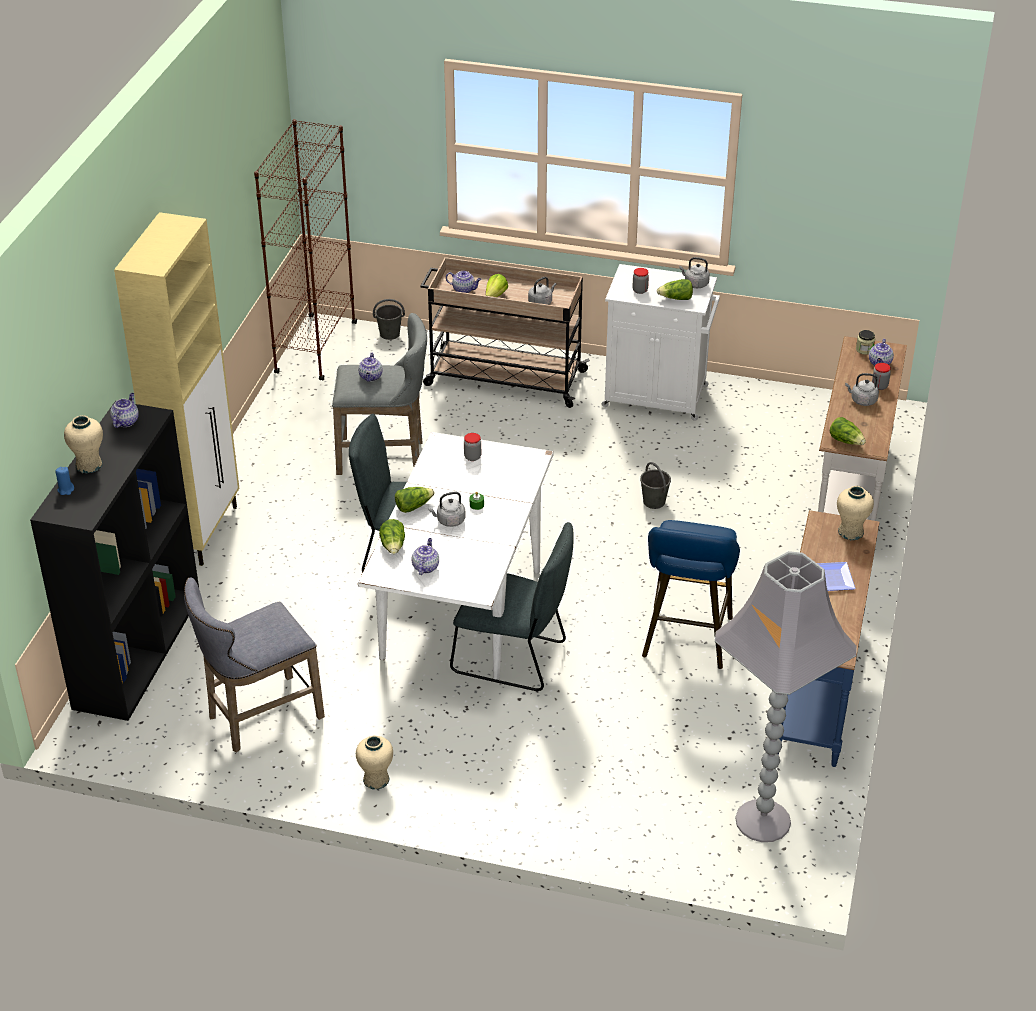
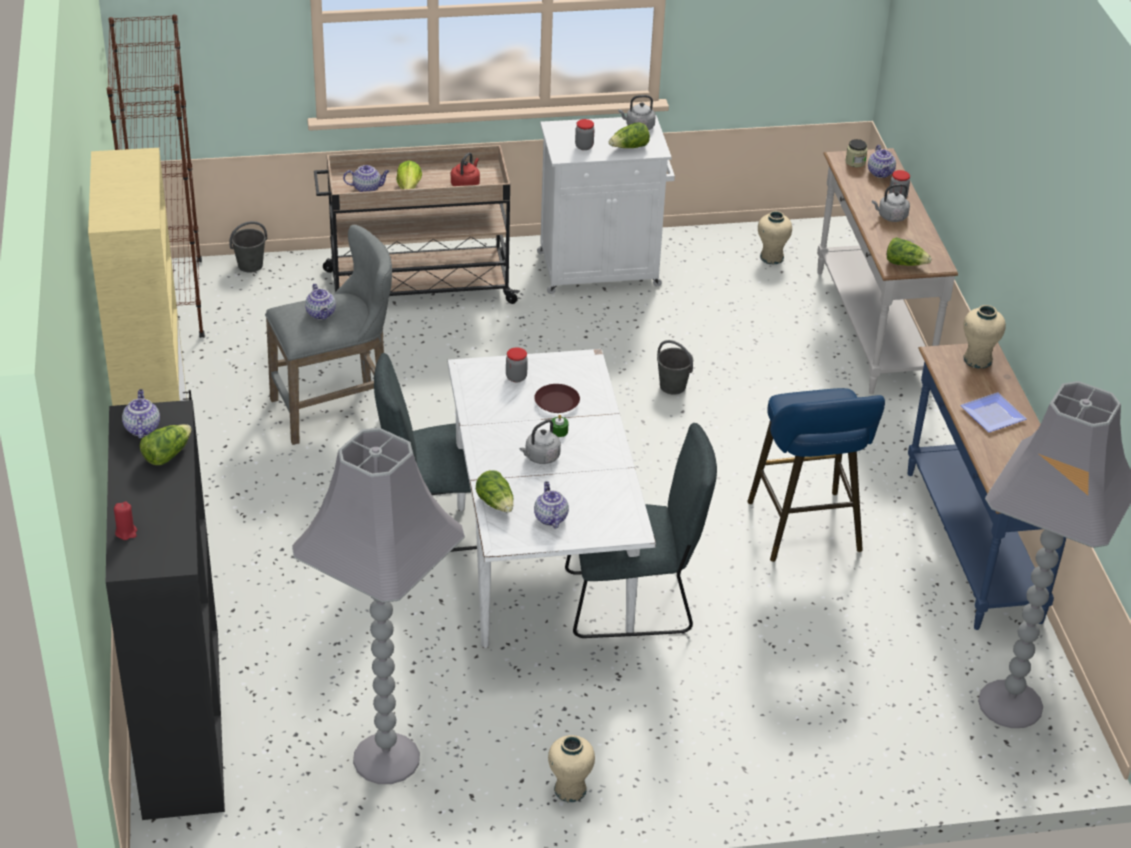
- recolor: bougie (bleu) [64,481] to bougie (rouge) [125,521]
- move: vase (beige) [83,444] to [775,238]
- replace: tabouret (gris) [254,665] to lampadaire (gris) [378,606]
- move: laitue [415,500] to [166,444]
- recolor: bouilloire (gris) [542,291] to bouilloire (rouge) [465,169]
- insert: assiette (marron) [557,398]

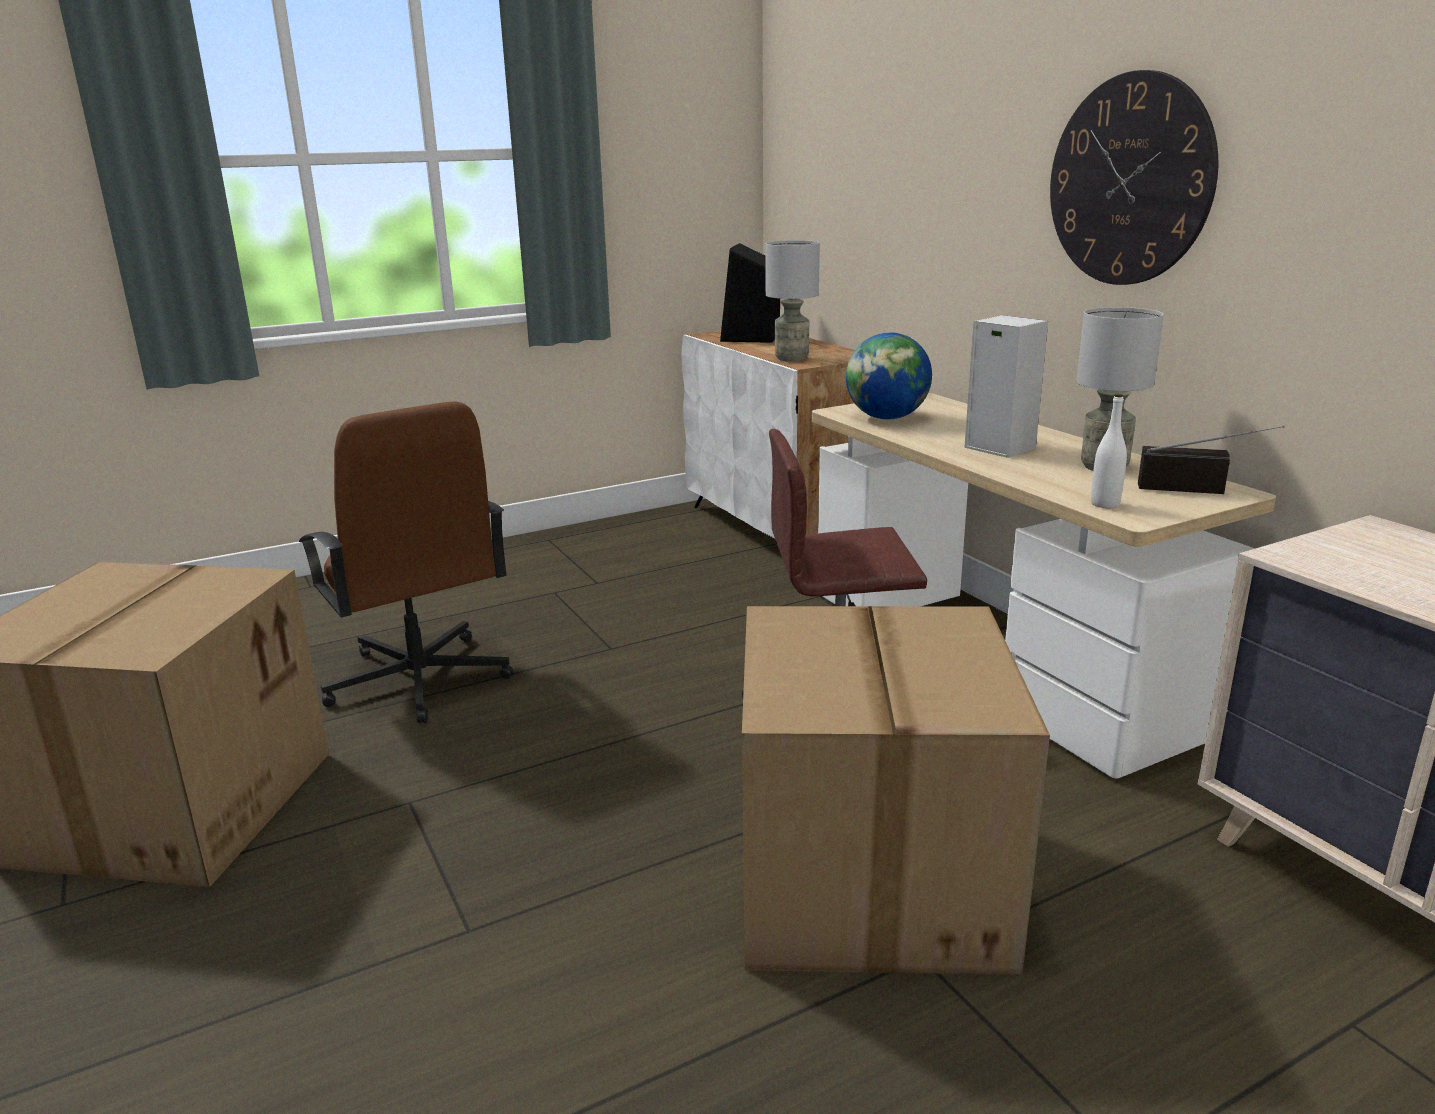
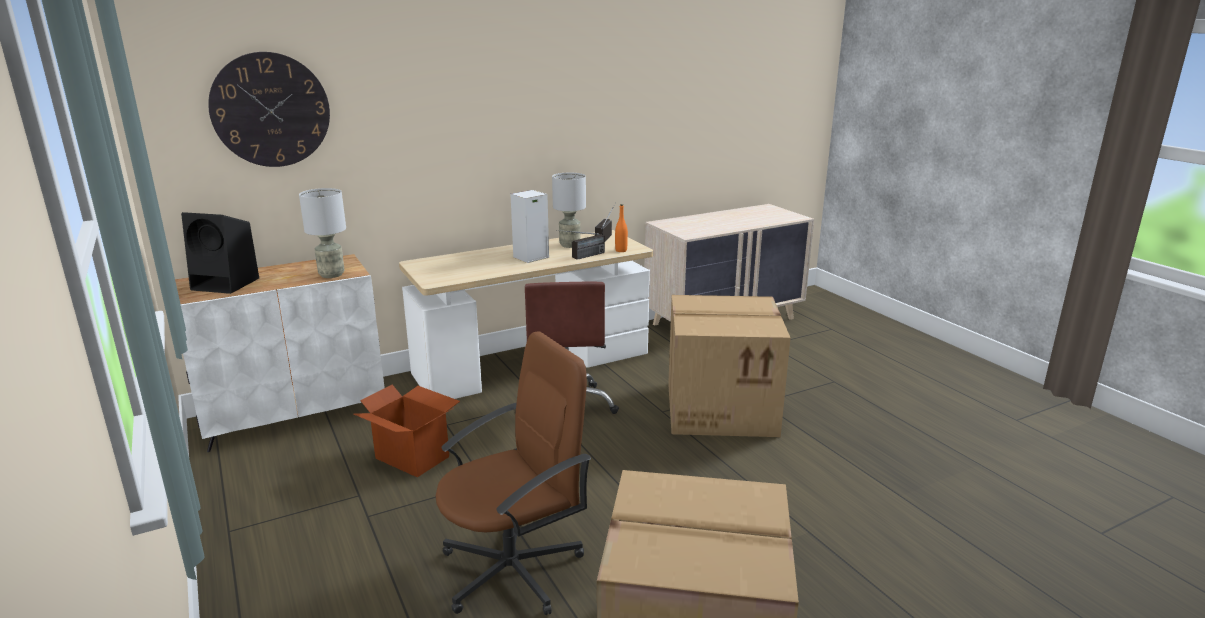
- delete: globe [889,376]
- move: horloge murale [1134,177] to [269,109]
- recolor: bouteille (blanc) [1109,451] to bouteille (orange) [621,228]
- insert: carton [407,431]
- insert: radio [580,245]

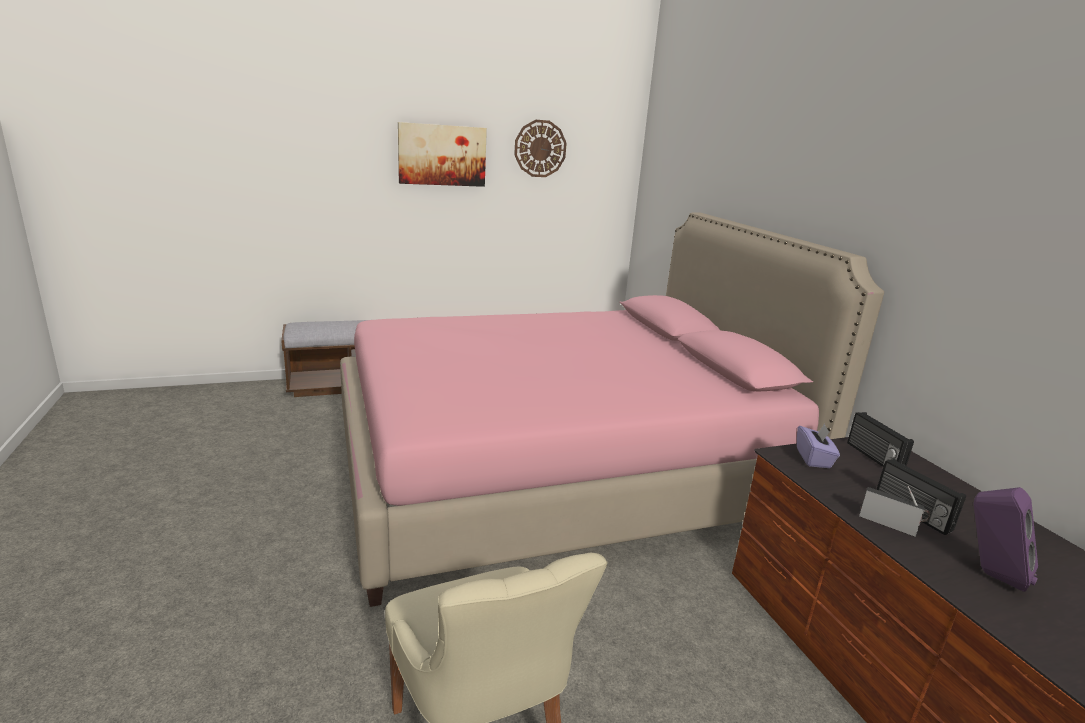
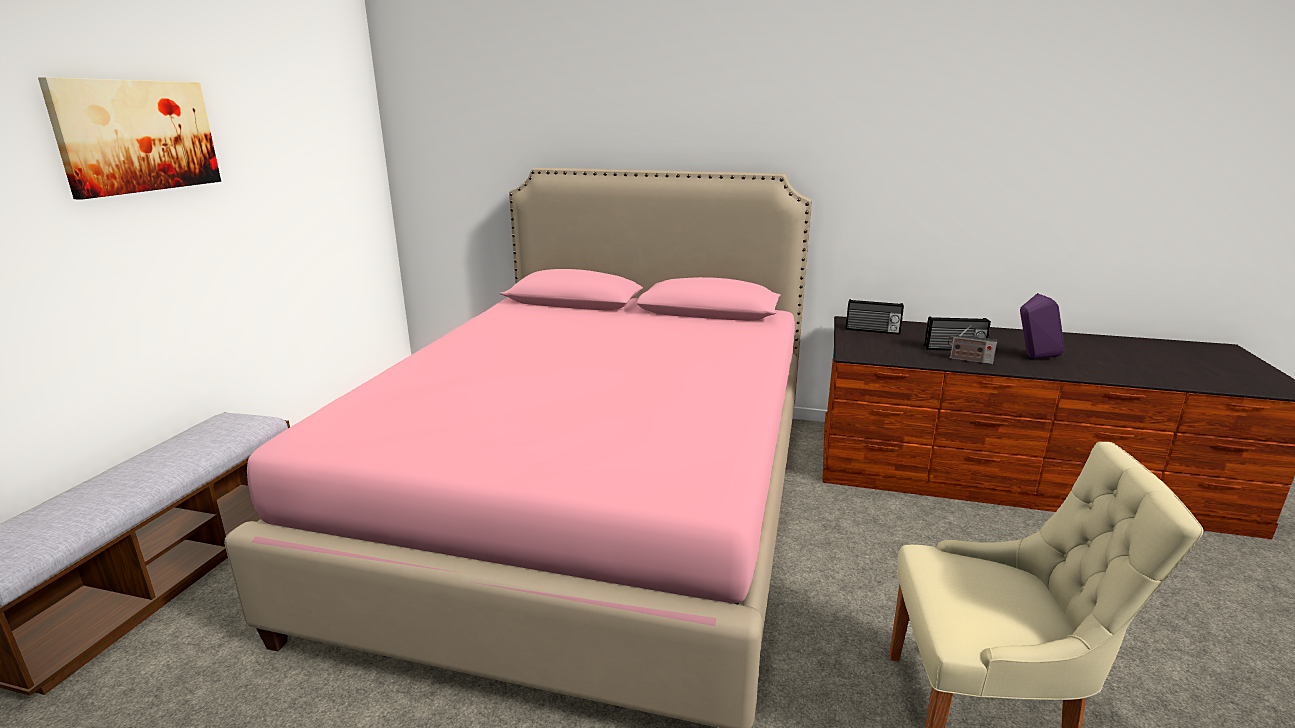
- delete: horloge murale [540,148]
- delete: boîte à mouchoirs (violet) [818,445]
- rotate: radio [894,511] = [972,344] 135 degrees counterclockwise

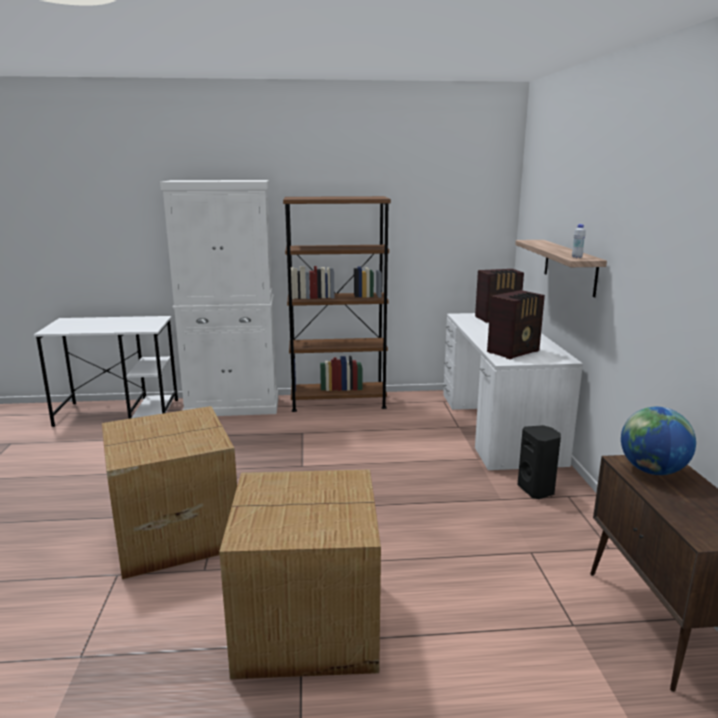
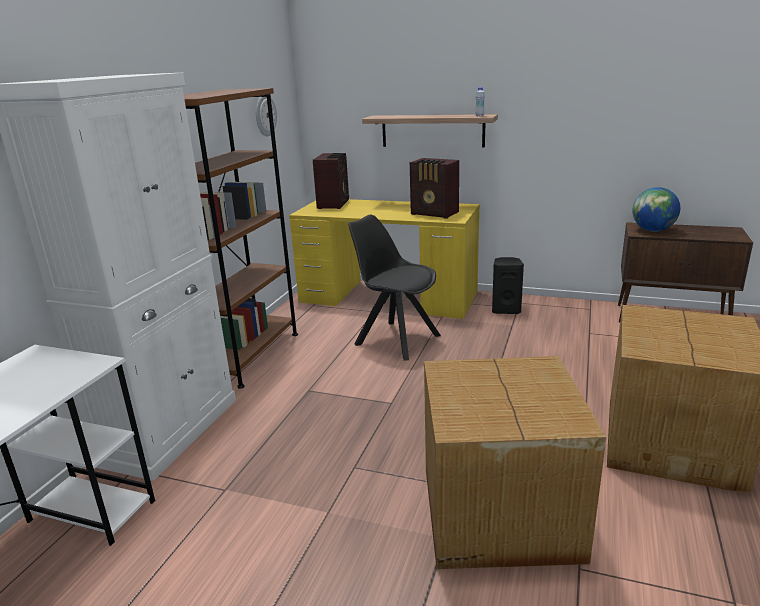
- recolor: bureau (blanc) [513,391] to bureau (jaune) [384,259]
- rotate: radio [516,324] = [434,188] 135 degrees clockwise
- insert: horloge murale [266,117]
- insert: chaise (noir) [394,288]

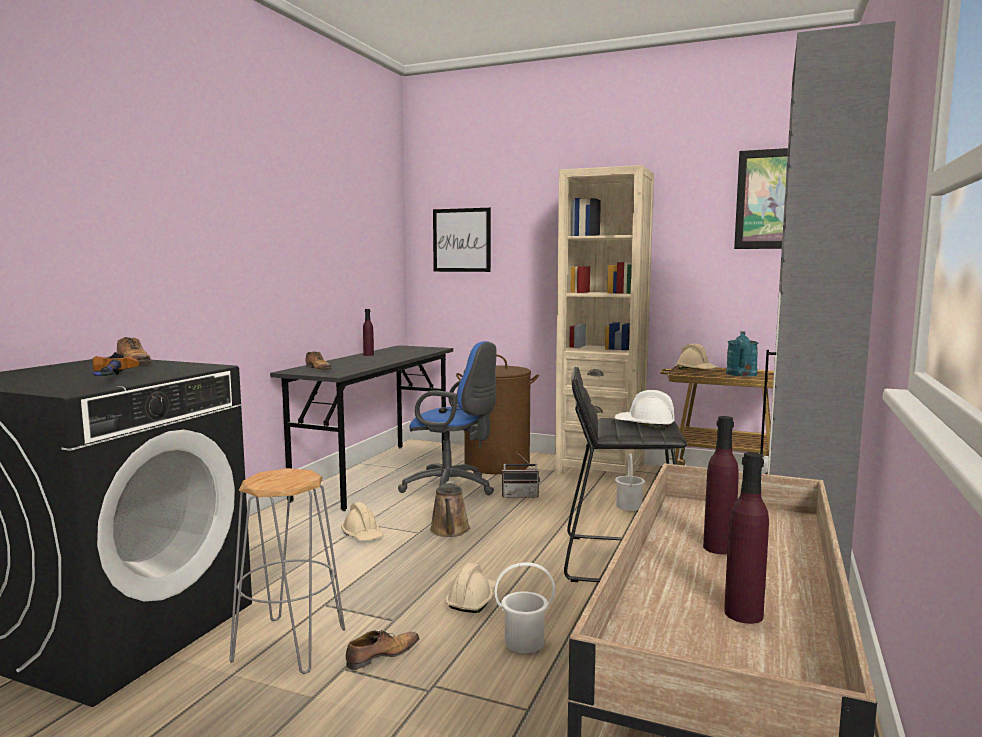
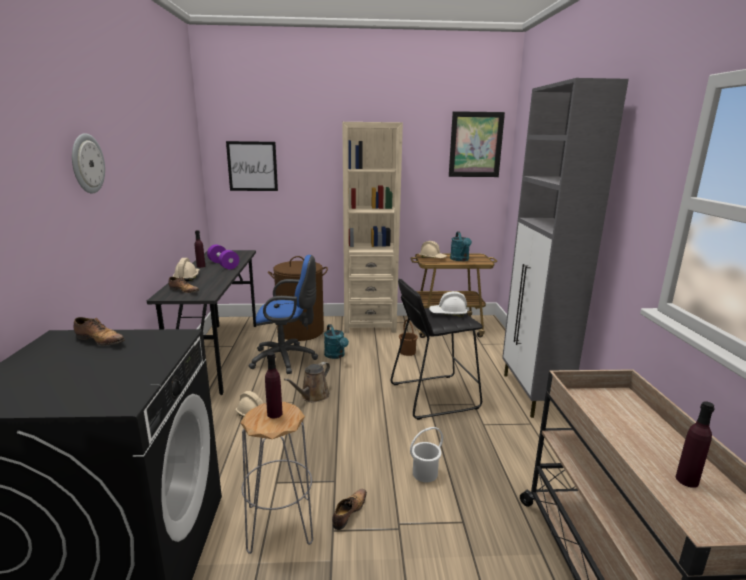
- delete: marteau [116,364]
- rotate: arrosoir (marron) [450,509] = [307,382] 60 degrees clockwise
- move: casque de chantier (beige) [471,588] to [186,269]
- replace: radio [521,475] to arrosoir (turquoise) [336,341]
- recolor: seau (blanc) [630,482] to seau (marron) [408,338]
- move: bouteille (violet) [721,485] to [274,385]
- insert: horloge murale [88,163]
- insert: haltère (violet) [223,257]

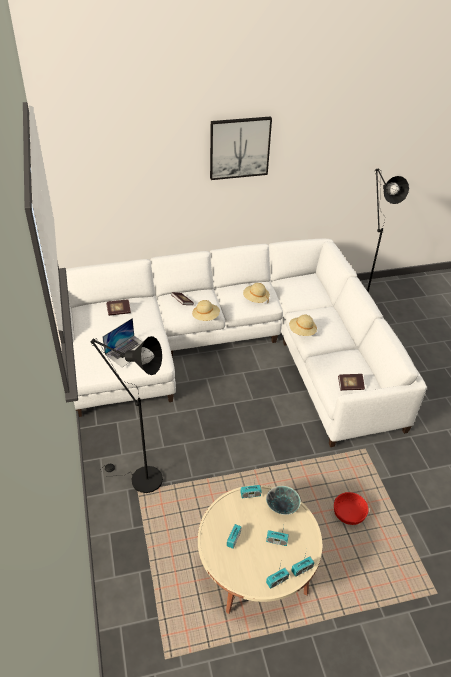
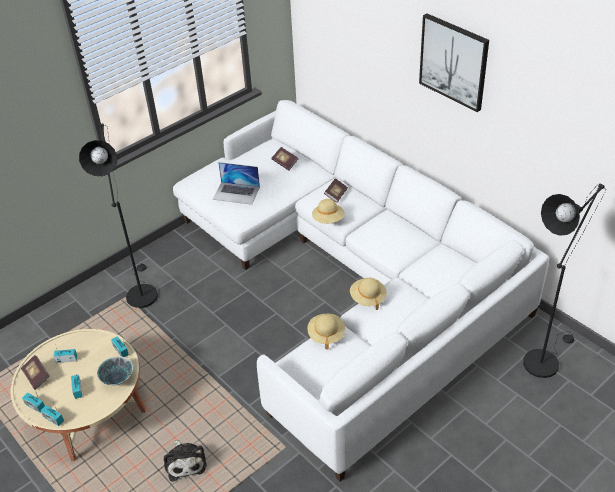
- move: chapeau (beige) [256,293] to [326,332]
- replace: bol (rouge) [351,508] to peluche [185,461]
- move: livre [351,382] to [35,372]

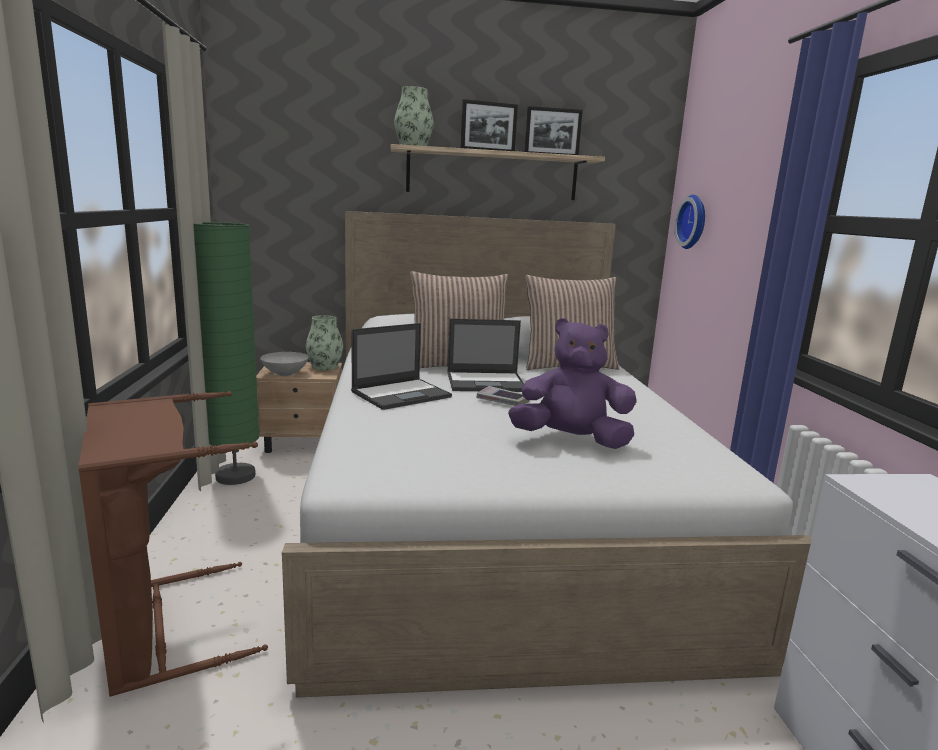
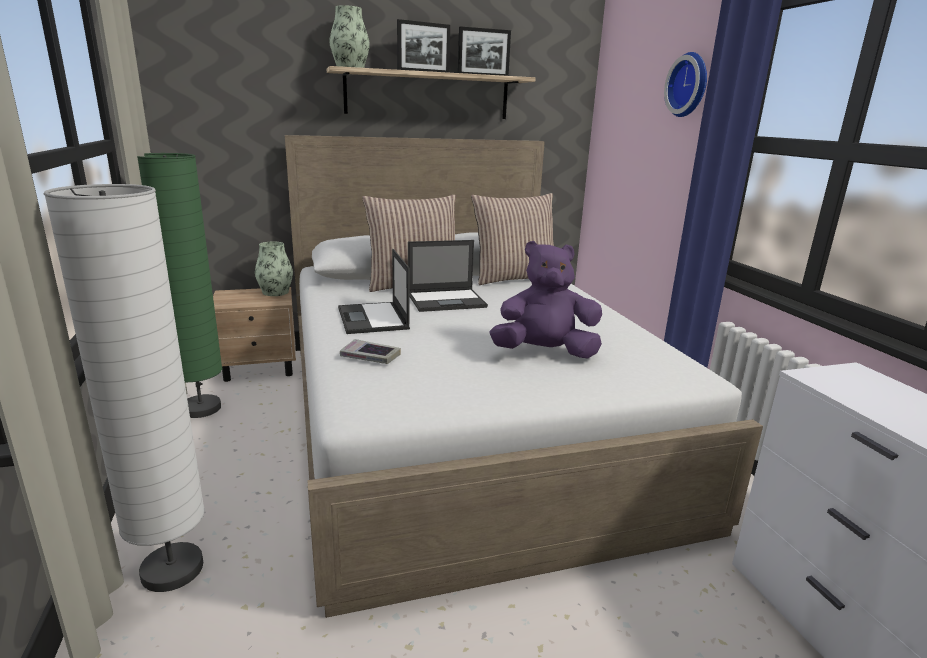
- replace: panier à linge (marron) [173,544] to lampadaire (blanc) [124,388]
- delete: bol (gris) [284,364]
- rotate: ordinateur portable [401,366] = [374,291] 120 degrees clockwise
- move: livre [503,396] to [370,351]
- move: horloge murale [689,222] to [685,84]

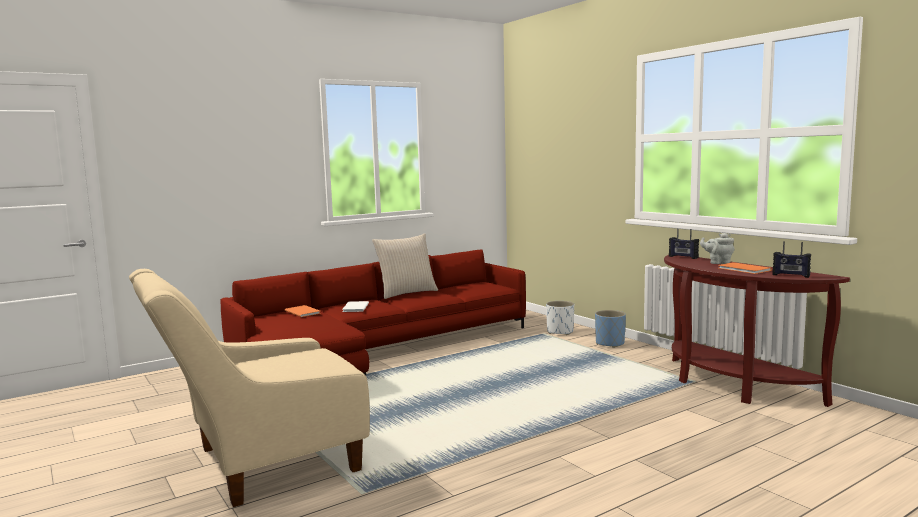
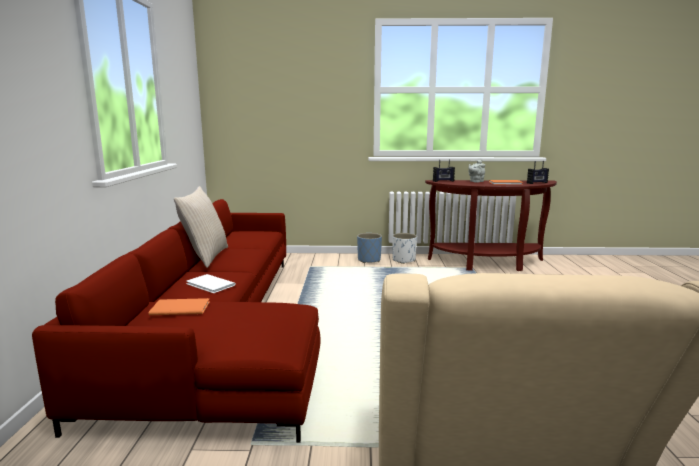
- move: cache-pot (blanc) [560,318] to [404,248]

